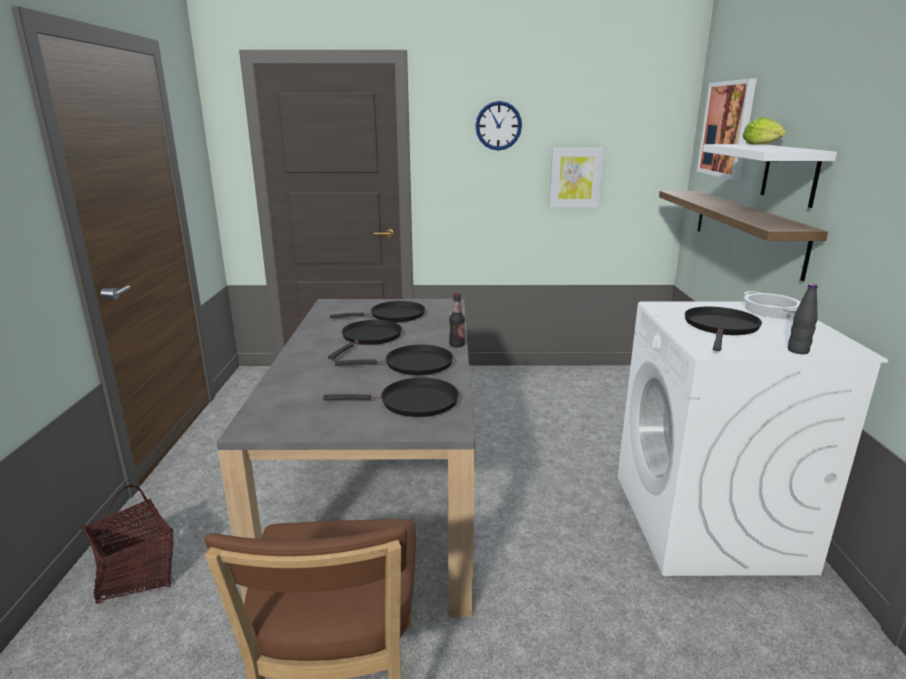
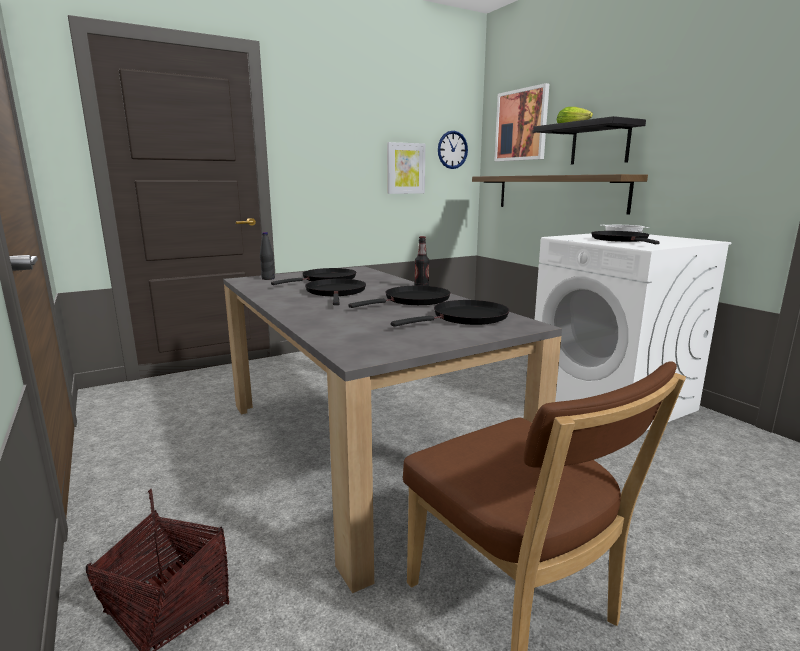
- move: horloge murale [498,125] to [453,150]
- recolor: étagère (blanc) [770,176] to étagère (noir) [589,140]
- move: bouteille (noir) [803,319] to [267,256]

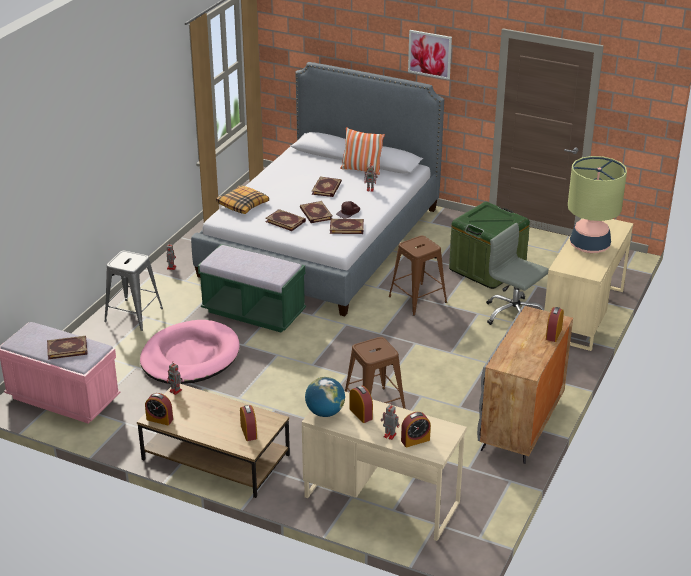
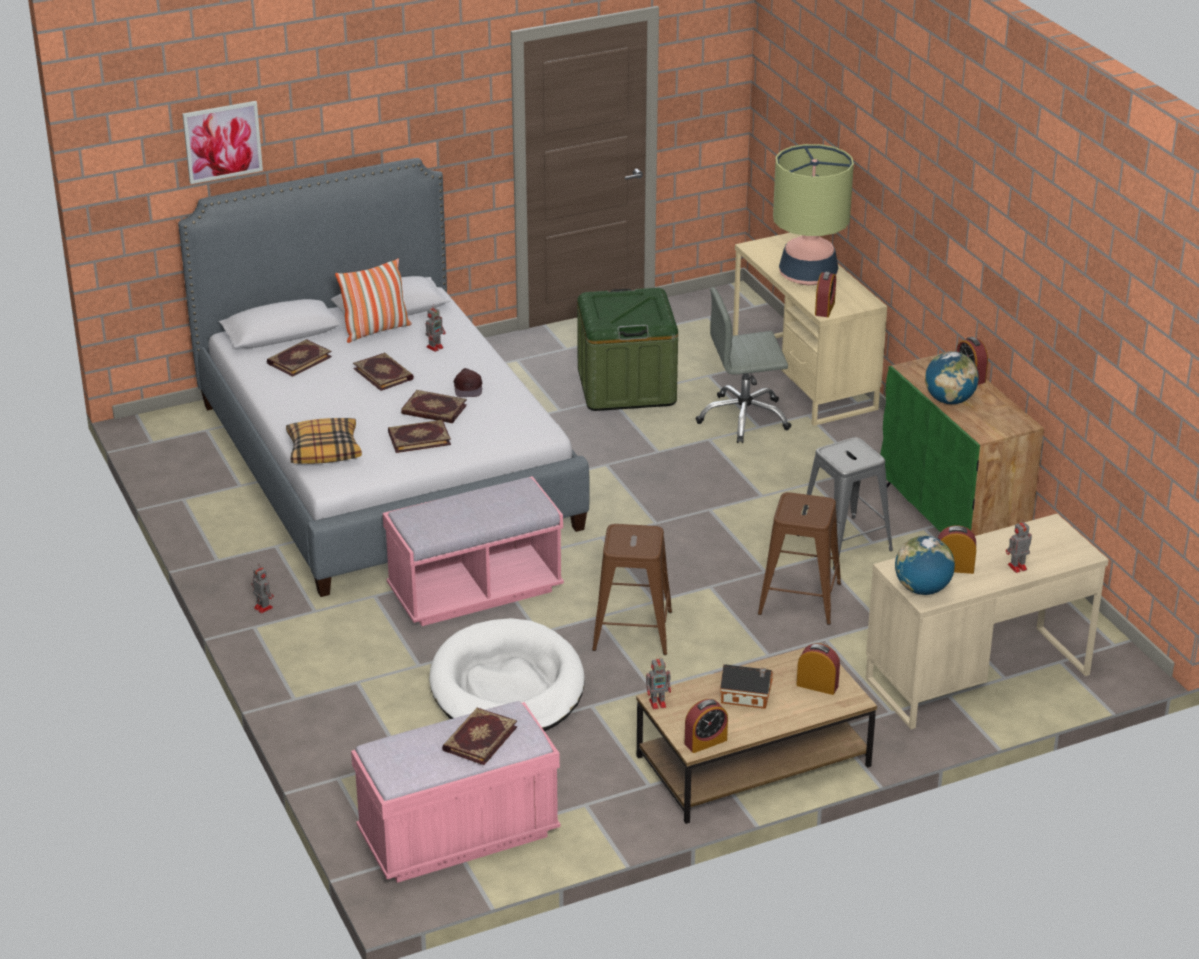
- move: tabouret (gris) [133,291] to [847,503]
- recolor: panier pour chien (rose) [189,352] to panier pour chien (blanc) [507,674]
- recolor: banc (vert) [252,288] to banc (rose) [473,551]
- move: livre [347,226] to [299,358]
- move: tabouret (marron) [418,276] to [632,589]
- move: réveil [416,429] to [825,294]
- move: tableau [430,55] to [222,142]
- recolor: meuble de rangement (gris) [525,384] to meuble de rangement (vert) [962,445]
- insert: maison miniature [746,686]
- insert: globe [952,377]

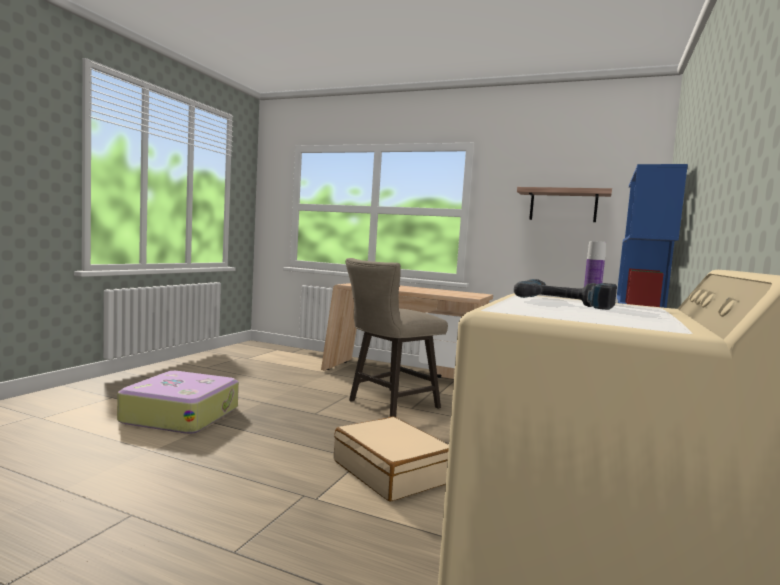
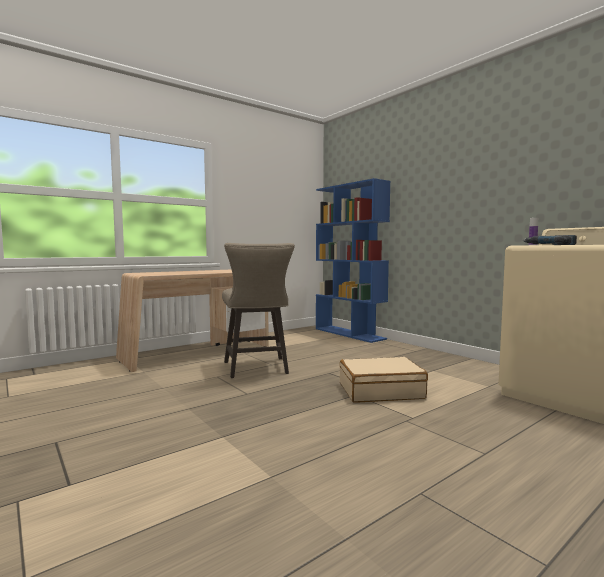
- delete: valise [178,402]
- delete: étagère [564,204]

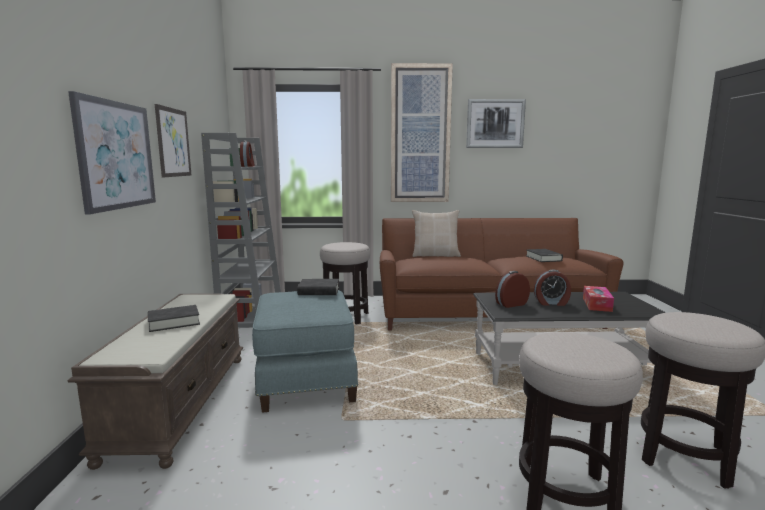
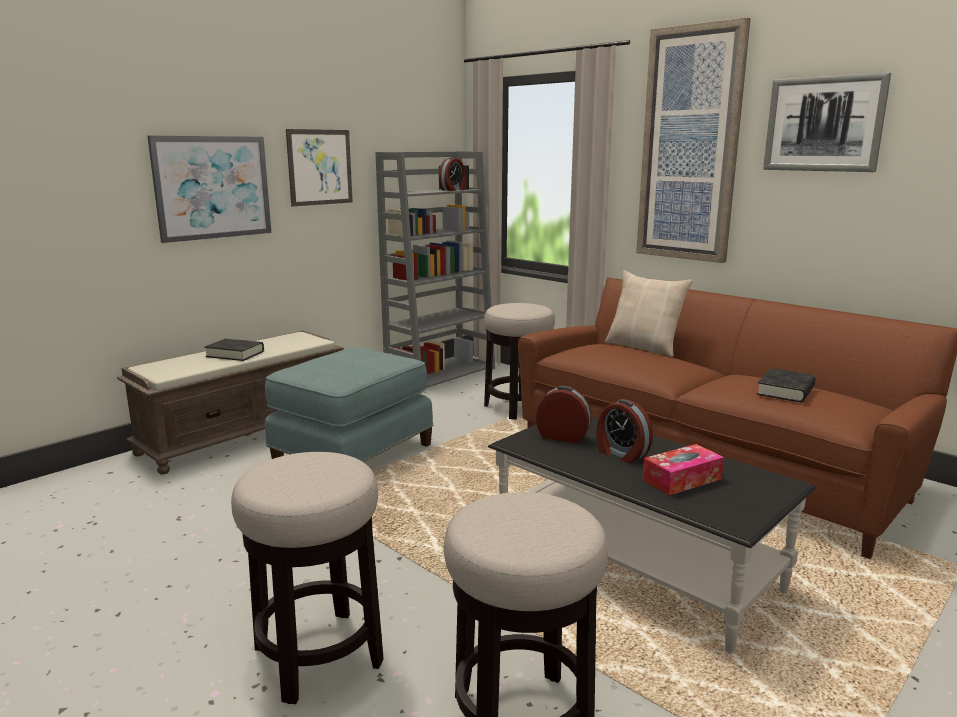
- delete: livre (noir) [318,287]

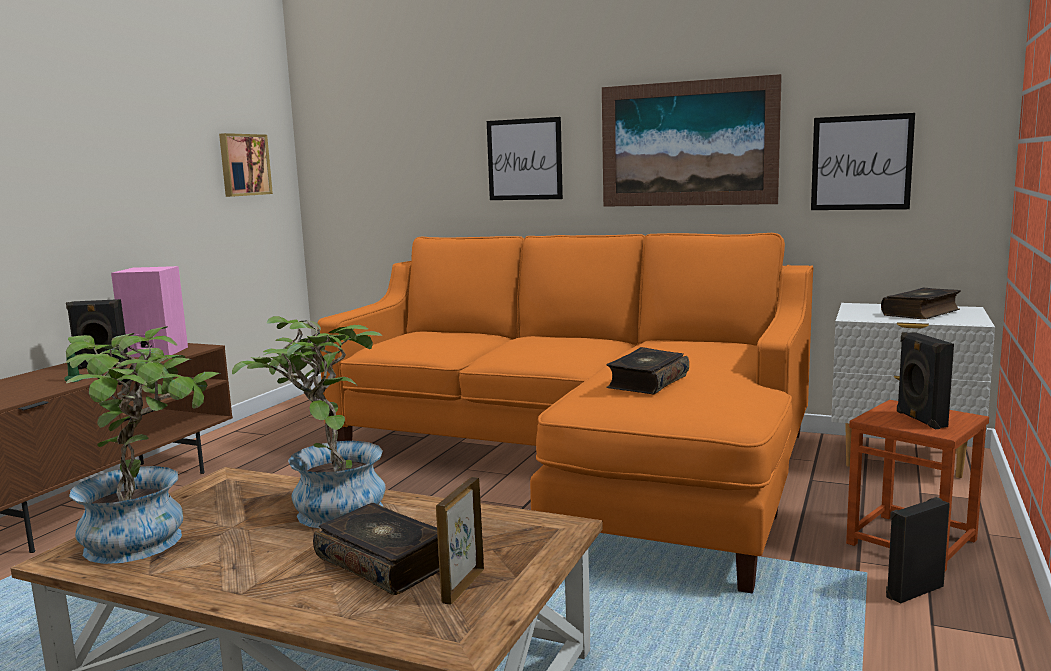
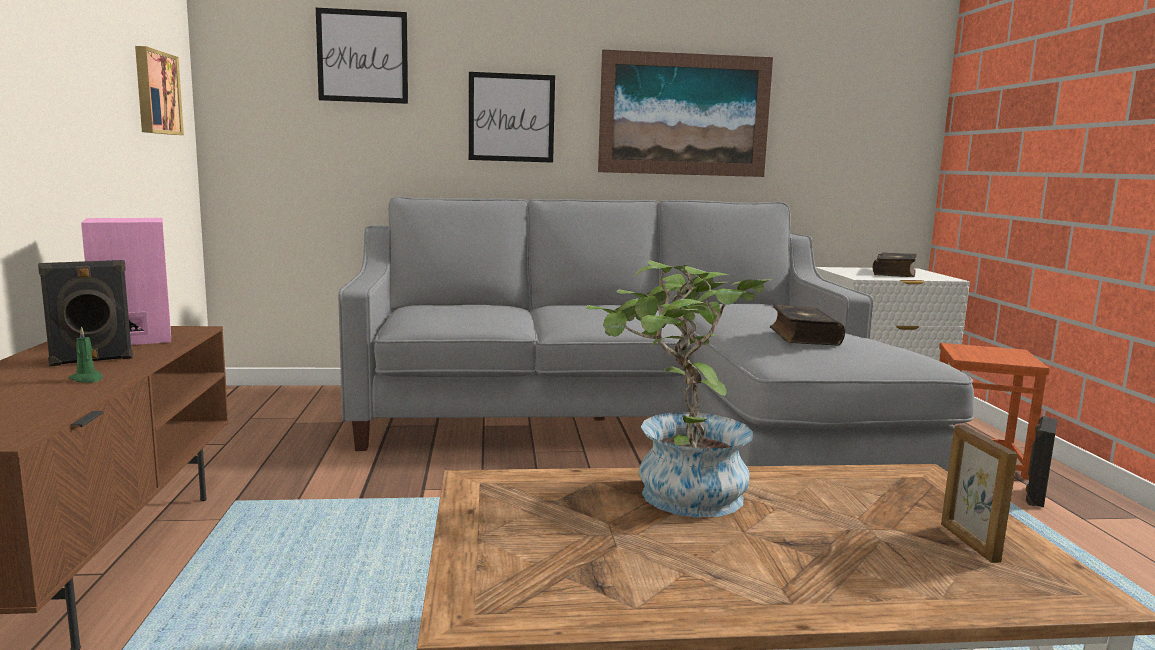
- delete: plante en pot [143,445]
- delete: livre [376,549]
- recolor: canapé (orange) [565,413] to canapé (gris) [656,334]
- move: tableau [863,161] to [362,56]
- delete: enceinte (noir) [925,380]

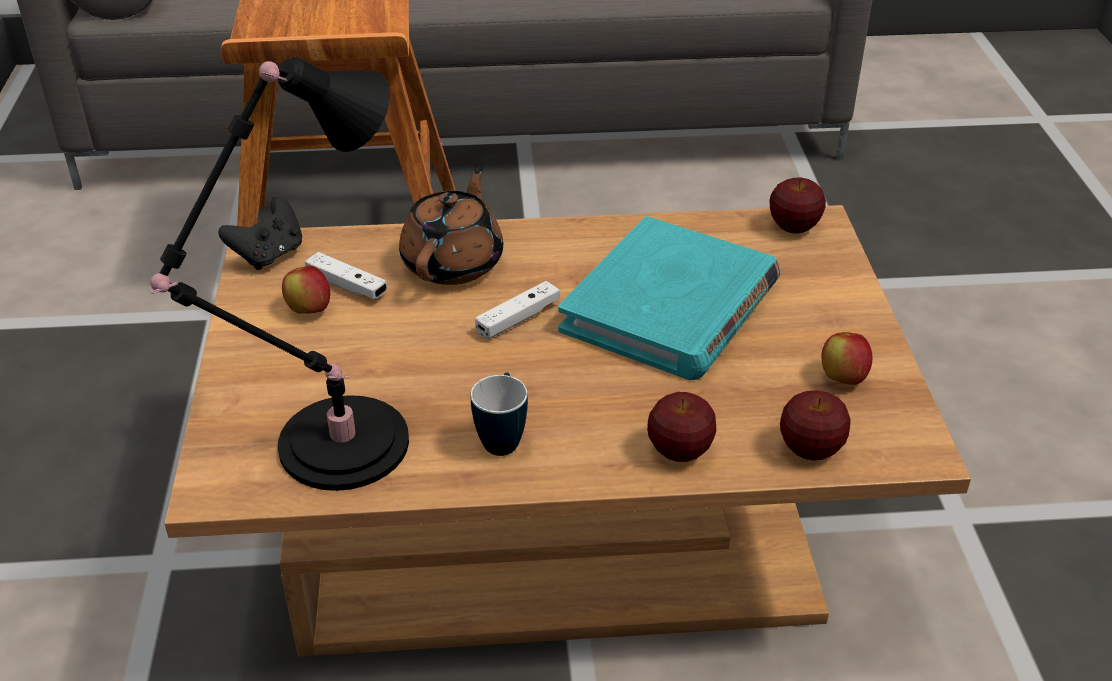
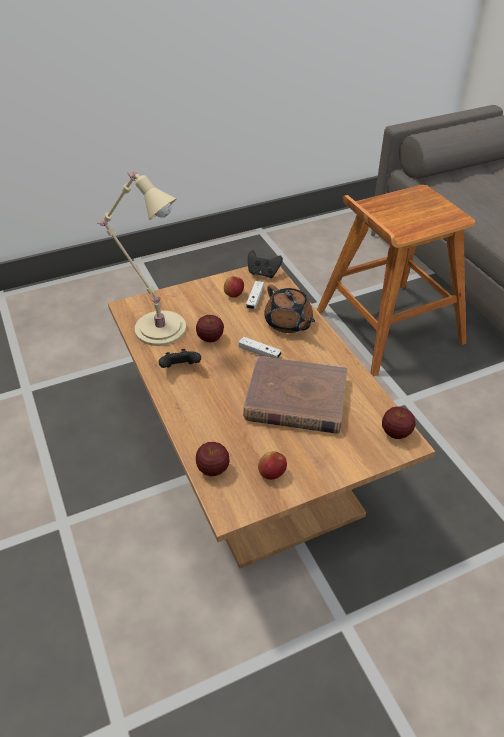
- recolor: lampe de table (noir) [279,274] to lampe de table (beige) [141,258]
- rotate: théière (marron) [451,225] = [289,309] 60 degrees clockwise
- replace: mug [499,414] to manette (noir) [180,358]
- recolor: livre (turquoise) [669,298] to livre (marron) [295,395]
- move: pomme [681,427] to [210,328]

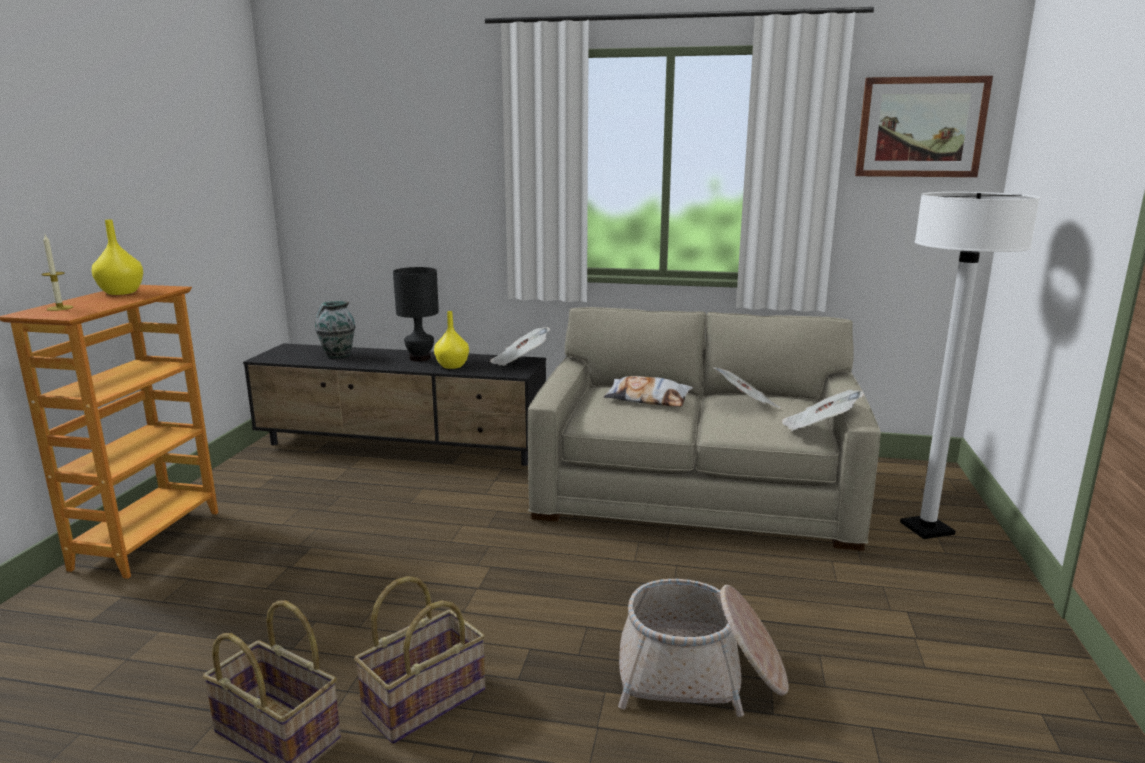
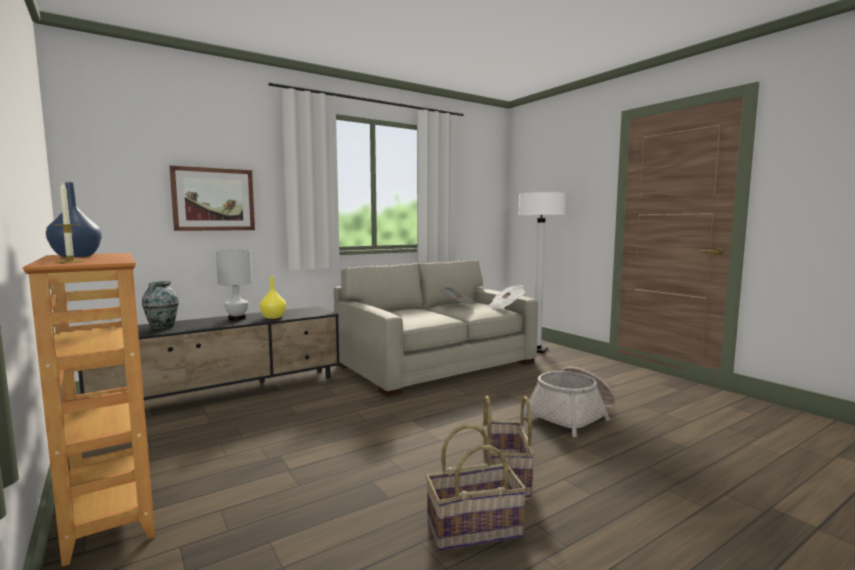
- recolor: vase (jaune) [117,257] to vase (bleu) [74,219]
- recolor: lampe de table (noir) [416,314] to lampe de table (blanc) [234,285]
- delete: journal [520,346]
- delete: coussin [648,391]
- move: tableau [924,126] to [212,198]

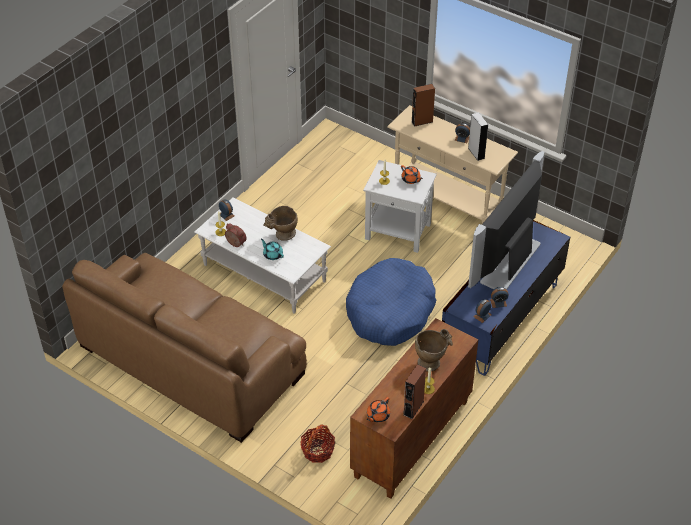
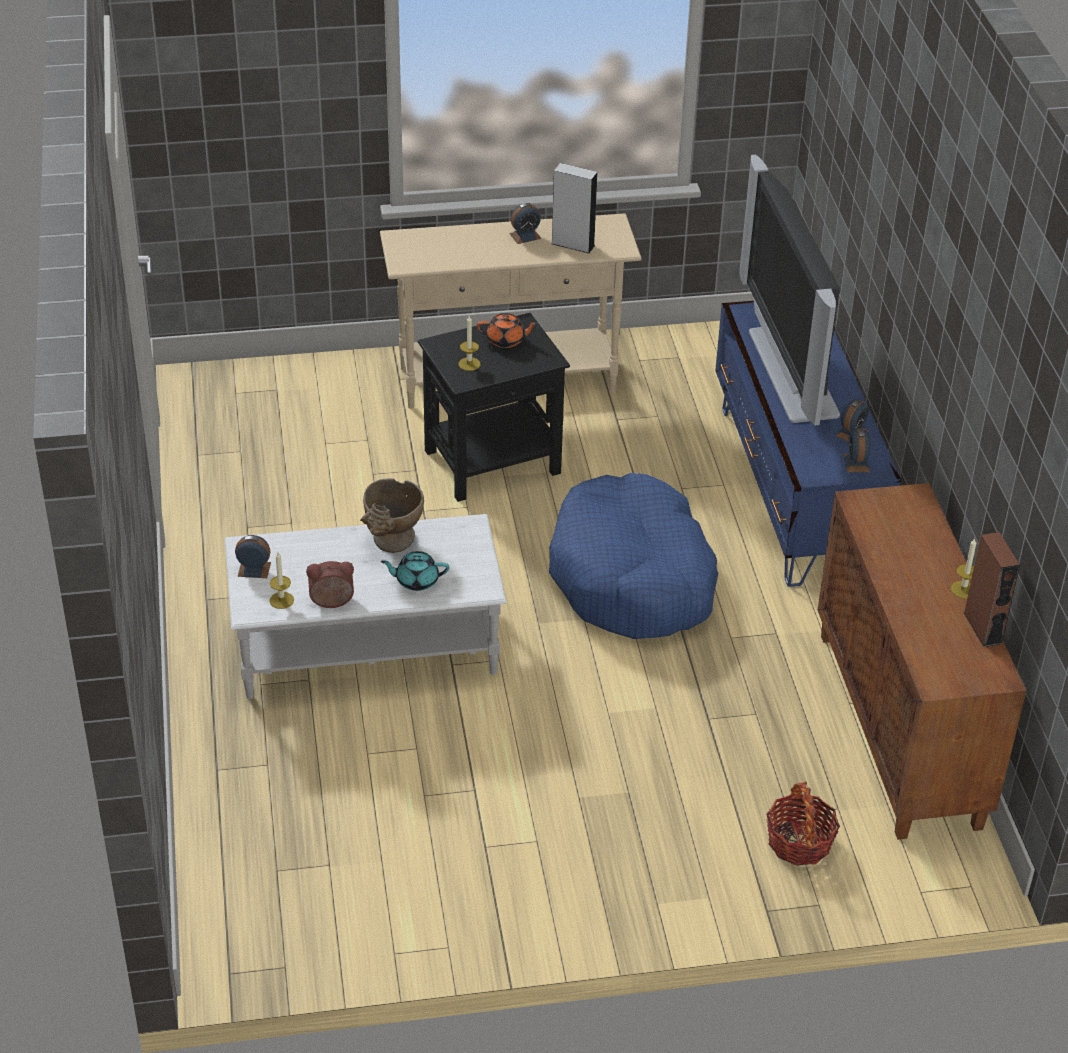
- delete: canapé (marron) [184,348]
- recolor: table d'appoint (blanc) [400,206] to table d'appoint (noir) [494,407]
- delete: théière (orange) [378,410]
- delete: enceinte (marron) [423,105]
- delete: vase (beige) [434,350]

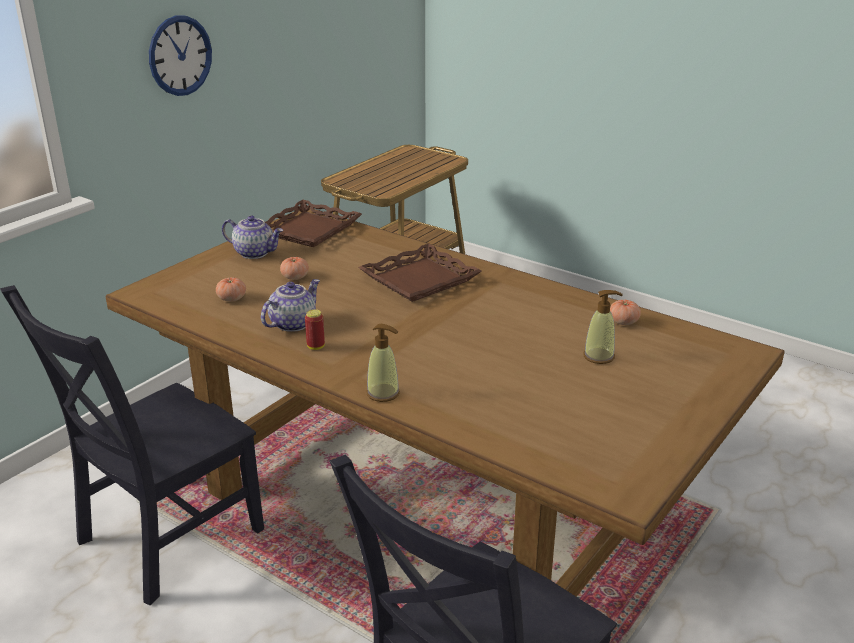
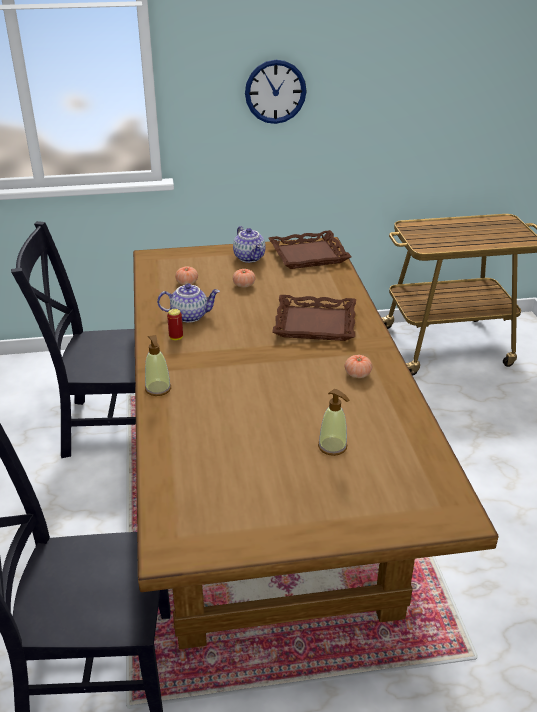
- move: tomate [625,312] to [358,366]

